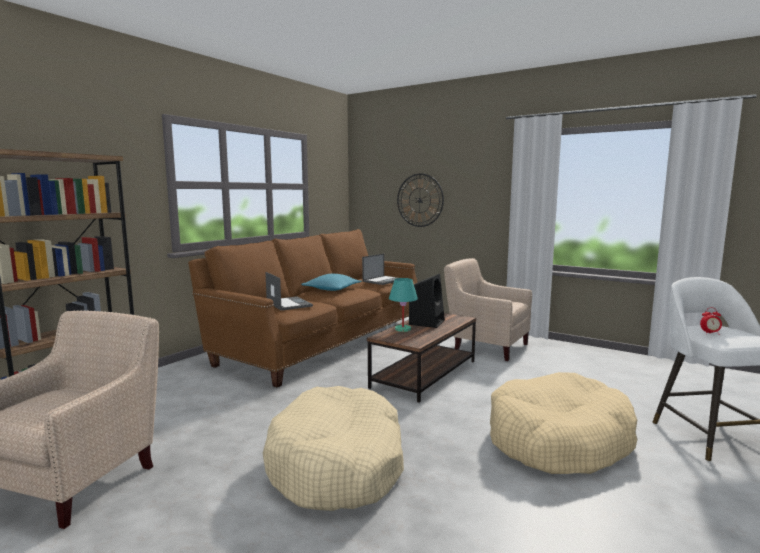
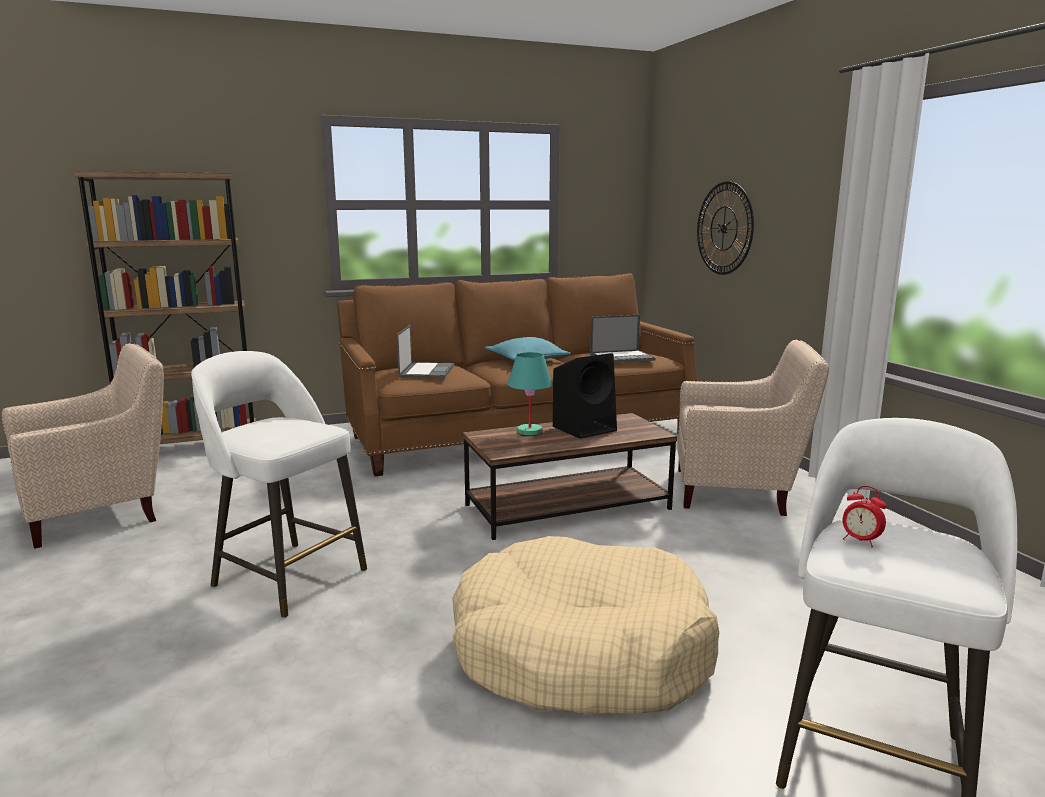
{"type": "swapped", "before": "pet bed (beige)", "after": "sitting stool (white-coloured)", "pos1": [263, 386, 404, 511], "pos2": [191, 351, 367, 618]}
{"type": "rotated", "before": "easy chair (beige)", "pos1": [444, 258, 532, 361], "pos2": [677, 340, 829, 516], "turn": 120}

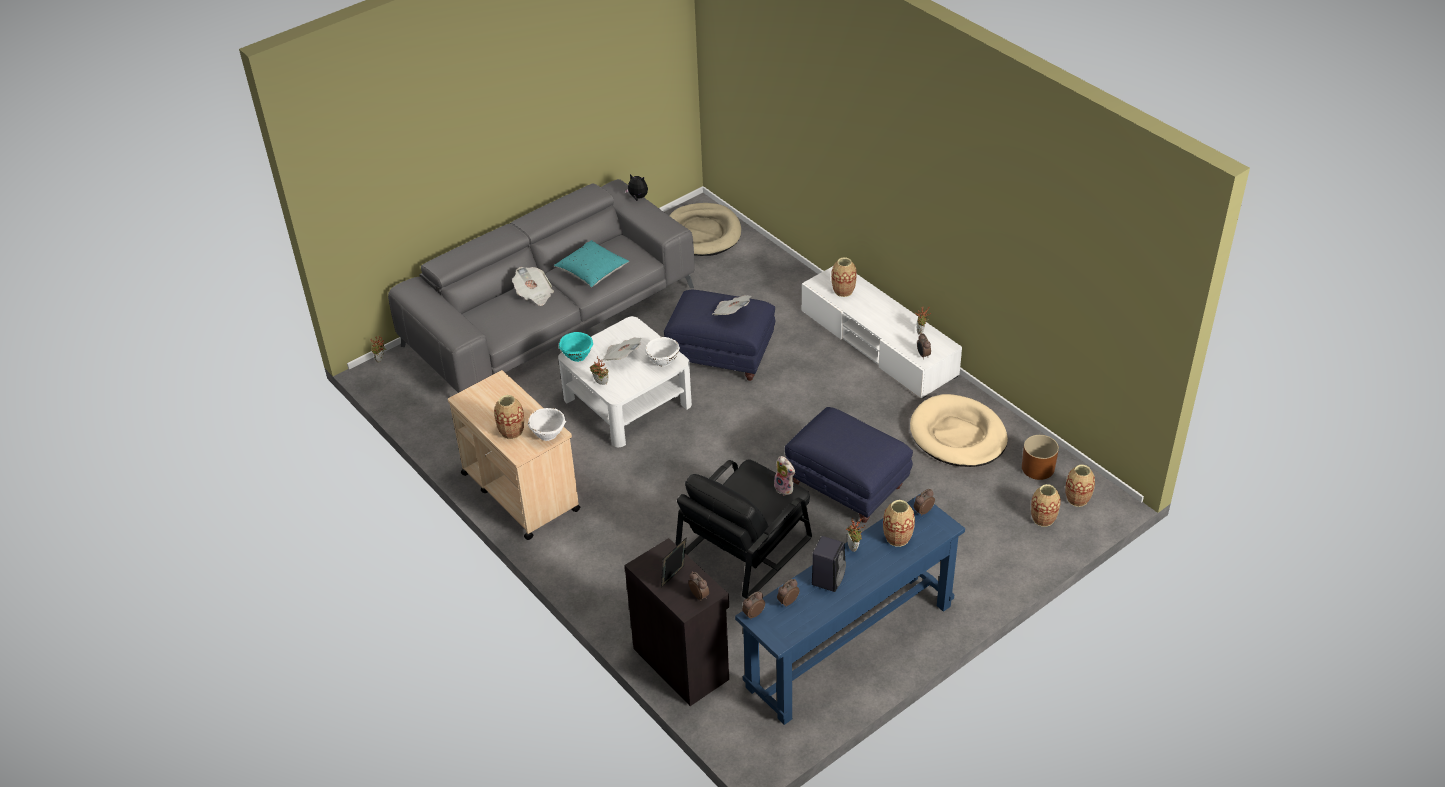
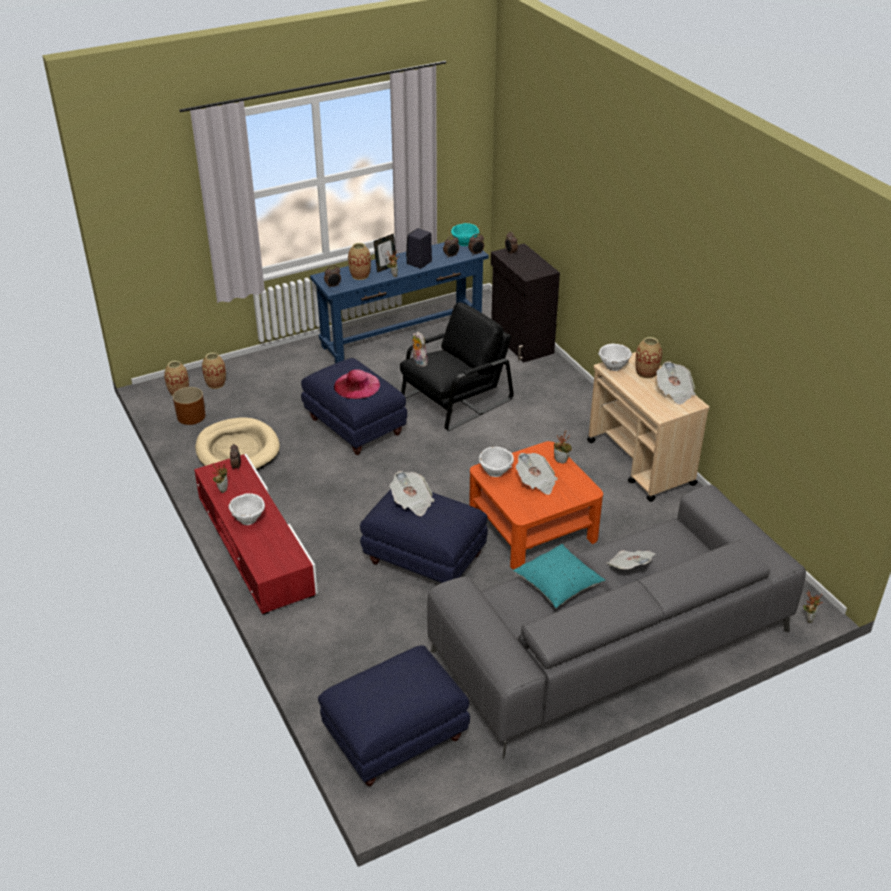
{"type": "repainted", "before": "low table (white-coloured)", "after": "low table (orangey)", "pos1": [558, 316, 692, 447], "pos2": [469, 441, 603, 570]}
{"type": "shifted", "before": "serving bowl (turquoise-coloured)", "pos1": [559, 332, 593, 362], "pos2": [451, 223, 479, 246]}
{"type": "gone", "before": "plush toy", "pos1": [624, 174, 648, 201]}
{"type": "shifted", "before": "photo frame", "pos1": [661, 538, 686, 588], "pos2": [373, 234, 397, 273]}
{"type": "swapped", "before": "pet bed (beige)", "after": "pouffe (blue)", "pos1": [669, 203, 741, 256], "pos2": [318, 645, 470, 786]}
{"type": "repainted", "before": "media console (white-coloured)", "after": "media console (red-coloured)", "pos1": [802, 266, 962, 399], "pos2": [194, 454, 318, 615]}
{"type": "gone", "before": "flower vase", "pos1": [831, 257, 857, 297]}
{"type": "new", "after": "serving bowl (white-coloured)", "pos2": [228, 493, 265, 525]}
{"type": "new", "after": "hat (pinkish)", "pos2": [334, 369, 380, 399]}
{"type": "new", "after": "daily paper", "pos2": [656, 361, 696, 405]}

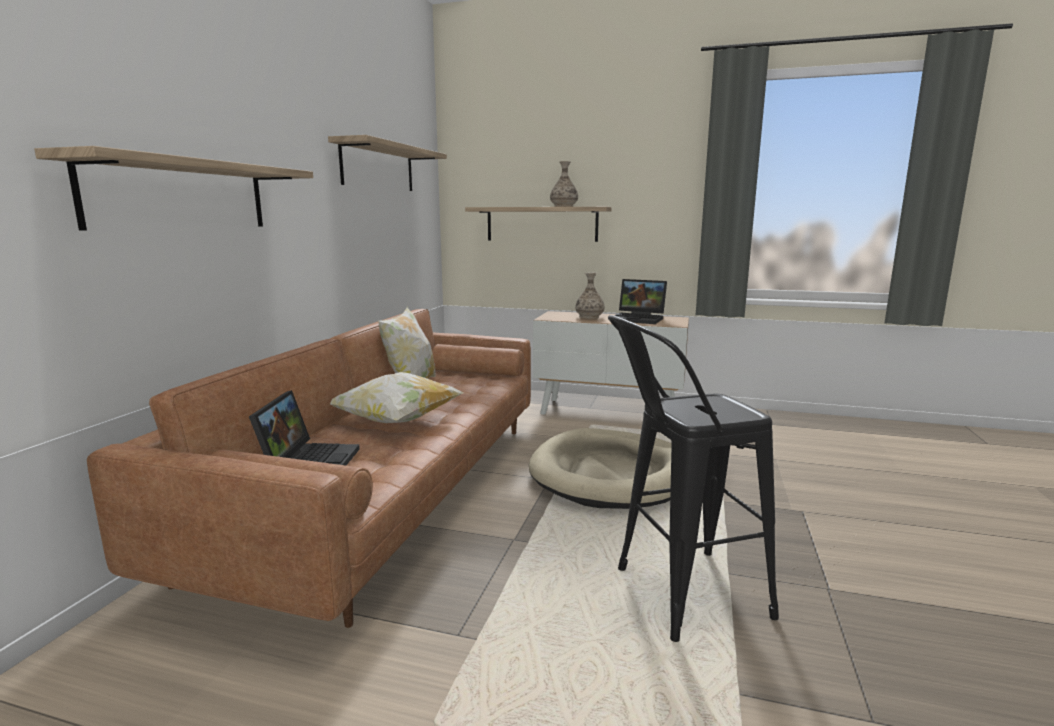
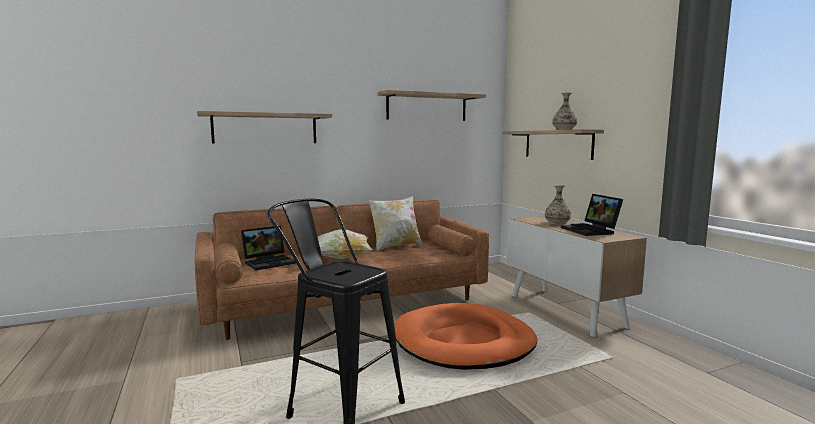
{"type": "repainted", "before": "pet bed (beige)", "after": "pet bed (orangey)", "pos1": [529, 428, 672, 509], "pos2": [394, 303, 537, 370]}

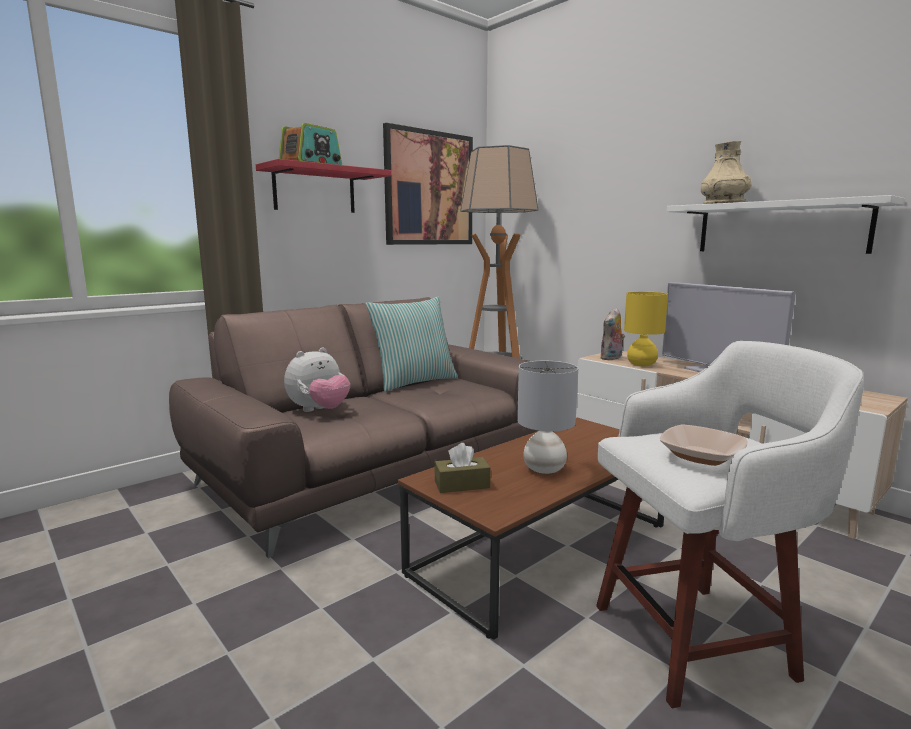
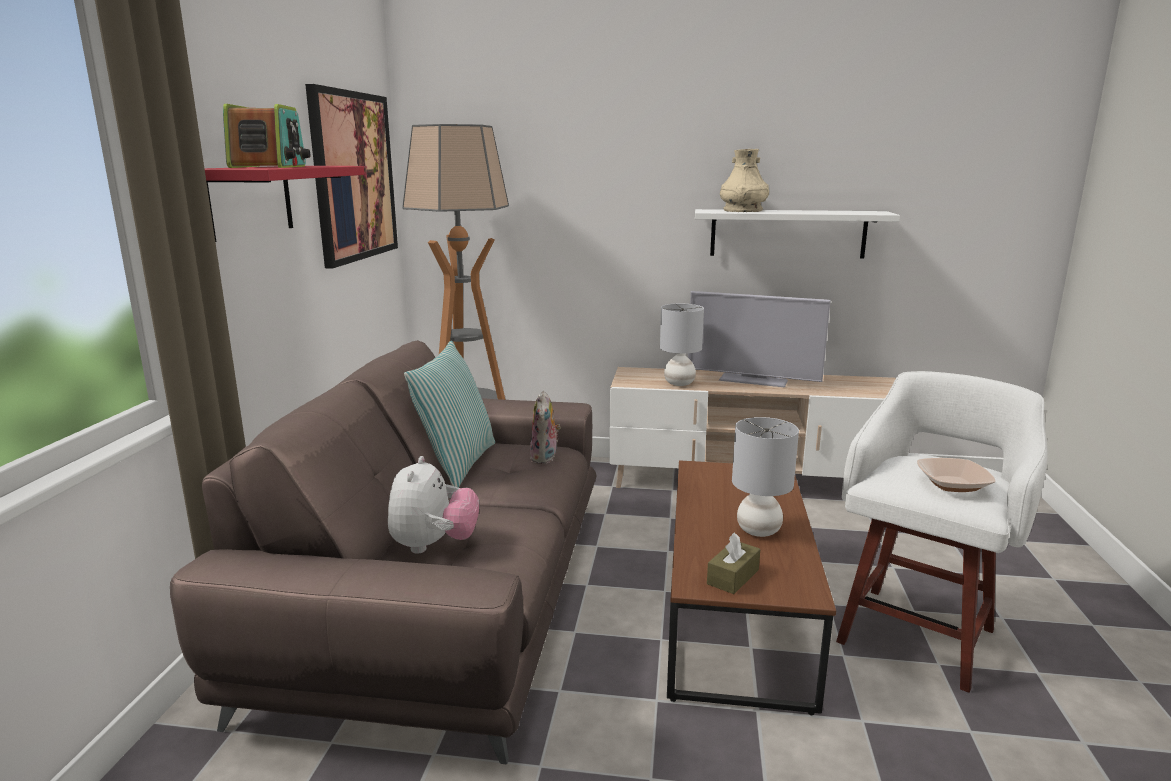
{"type": "shifted", "before": "plush toy", "pos1": [601, 308, 625, 360], "pos2": [530, 391, 561, 464]}
{"type": "repainted", "before": "table lamp (yellowish)", "after": "table lamp (grey)", "pos1": [624, 292, 668, 366], "pos2": [660, 304, 704, 386]}

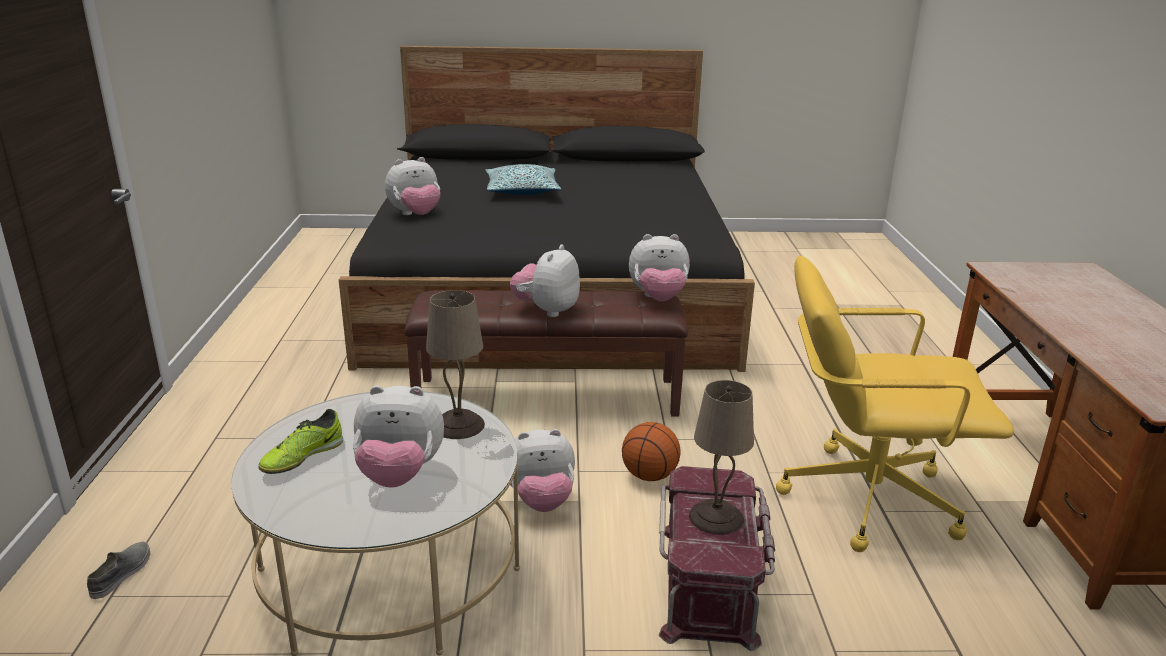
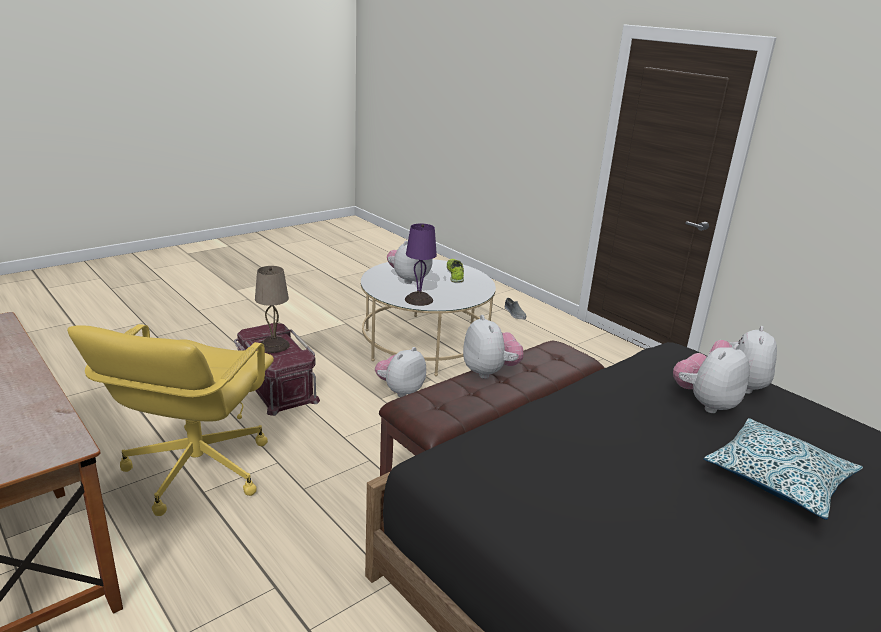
{"type": "repainted", "before": "table lamp (beige)", "after": "table lamp (purple)", "pos1": [426, 290, 485, 439], "pos2": [405, 223, 437, 306]}
{"type": "gone", "before": "basketball ball", "pos1": [622, 422, 681, 481]}
{"type": "shifted", "before": "plush toy", "pos1": [629, 234, 690, 301], "pos2": [673, 344, 750, 413]}
{"type": "rotated", "before": "office chair (yellowish)", "pos1": [776, 256, 1014, 552], "pos2": [67, 324, 274, 516], "turn": 135}

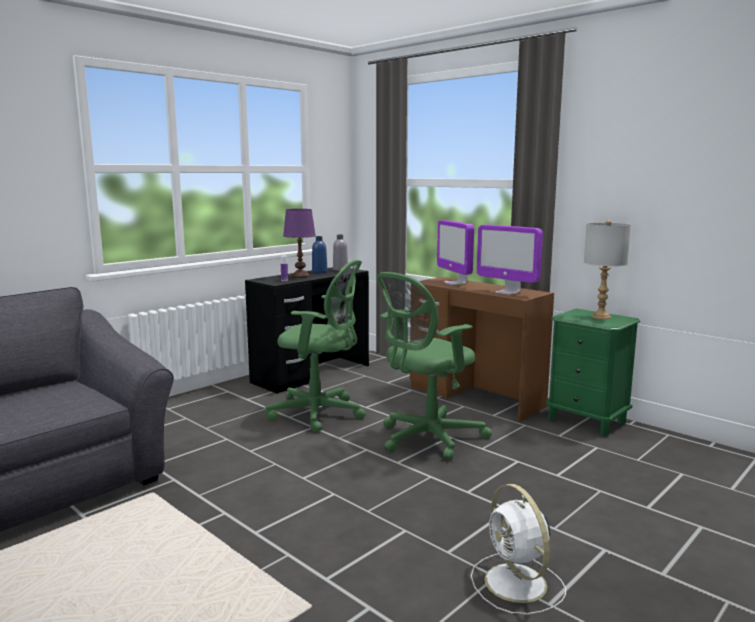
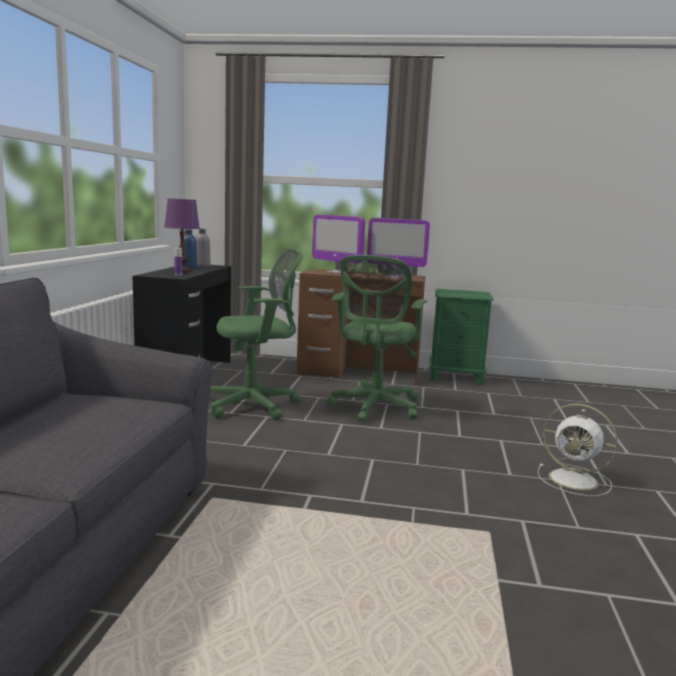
{"type": "gone", "before": "table lamp (grey)", "pos1": [584, 220, 631, 319]}

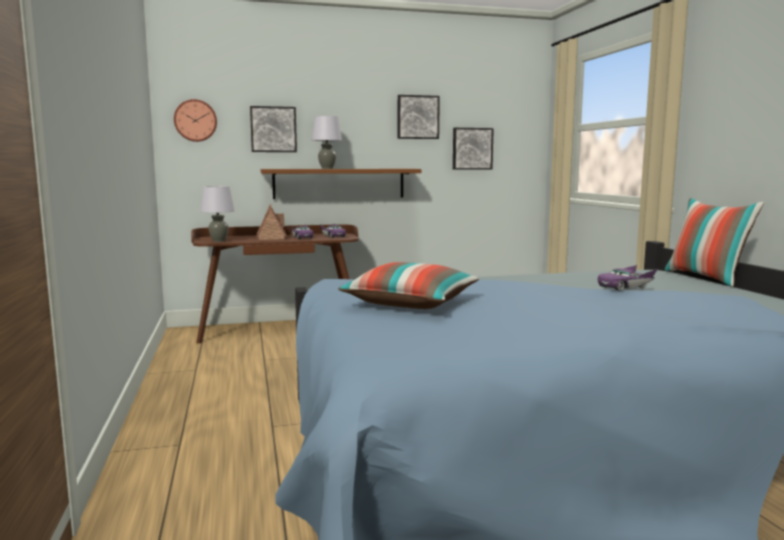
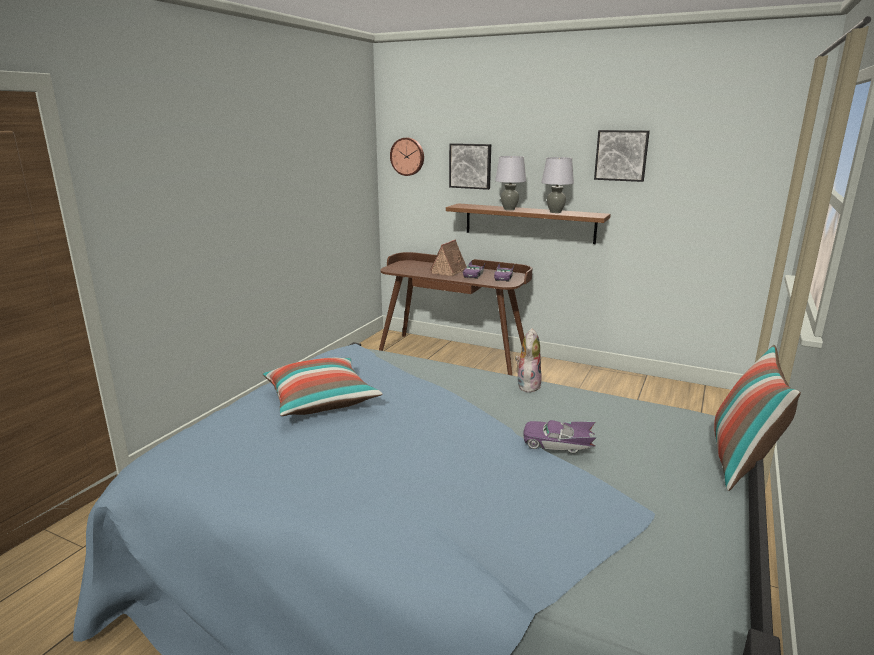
{"type": "shifted", "before": "table lamp (grey)", "pos1": [200, 186, 235, 242], "pos2": [541, 157, 574, 213]}
{"type": "gone", "before": "wall art", "pos1": [453, 128, 494, 170]}
{"type": "new", "after": "plush toy", "pos2": [515, 328, 542, 393]}

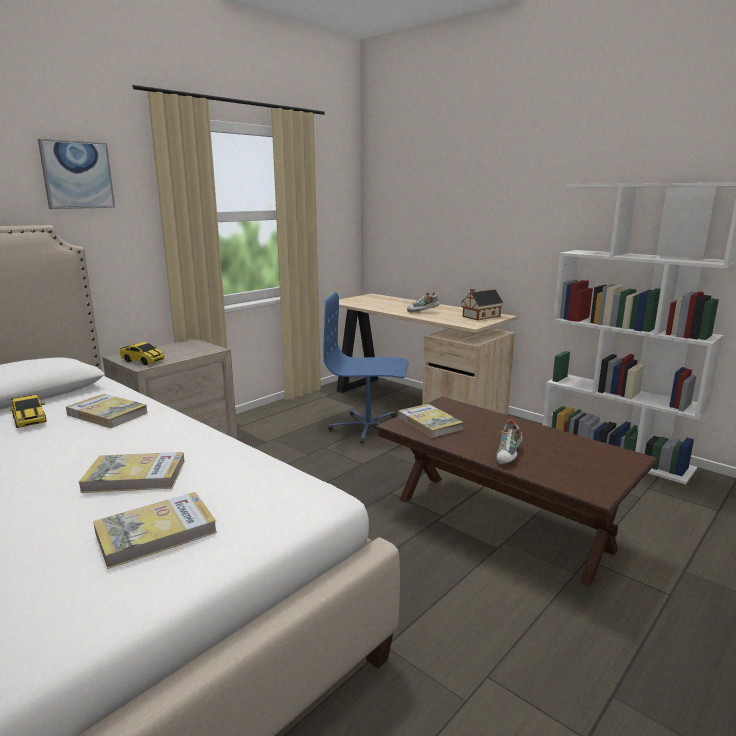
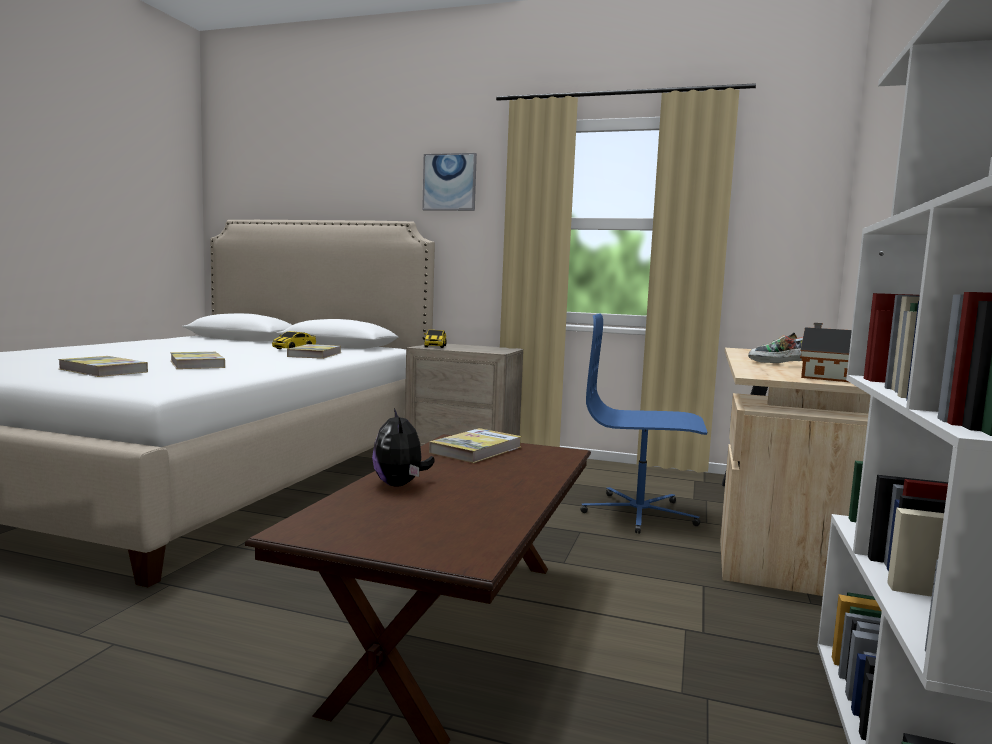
{"type": "rotated", "before": "office chair (blue)", "pos1": [323, 292, 408, 444], "pos2": [581, 313, 707, 534], "turn": -60}
{"type": "swapped", "before": "low shoe", "after": "plush toy", "pos1": [496, 419, 523, 465], "pos2": [372, 408, 435, 487]}

